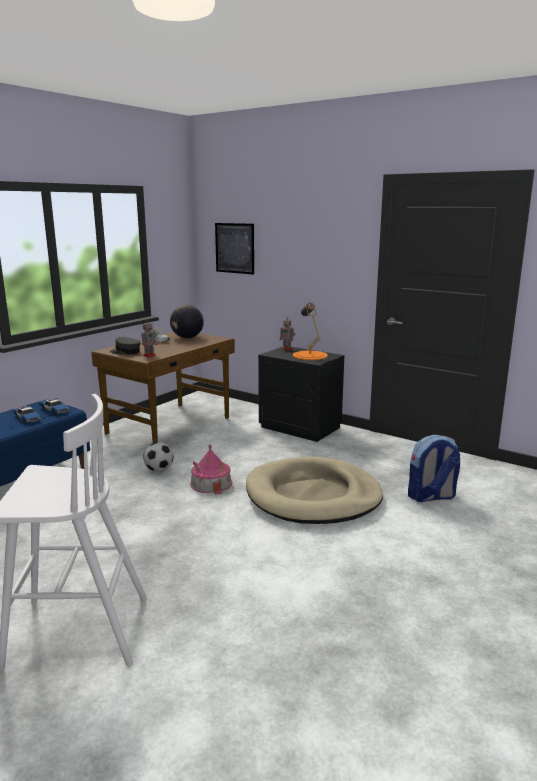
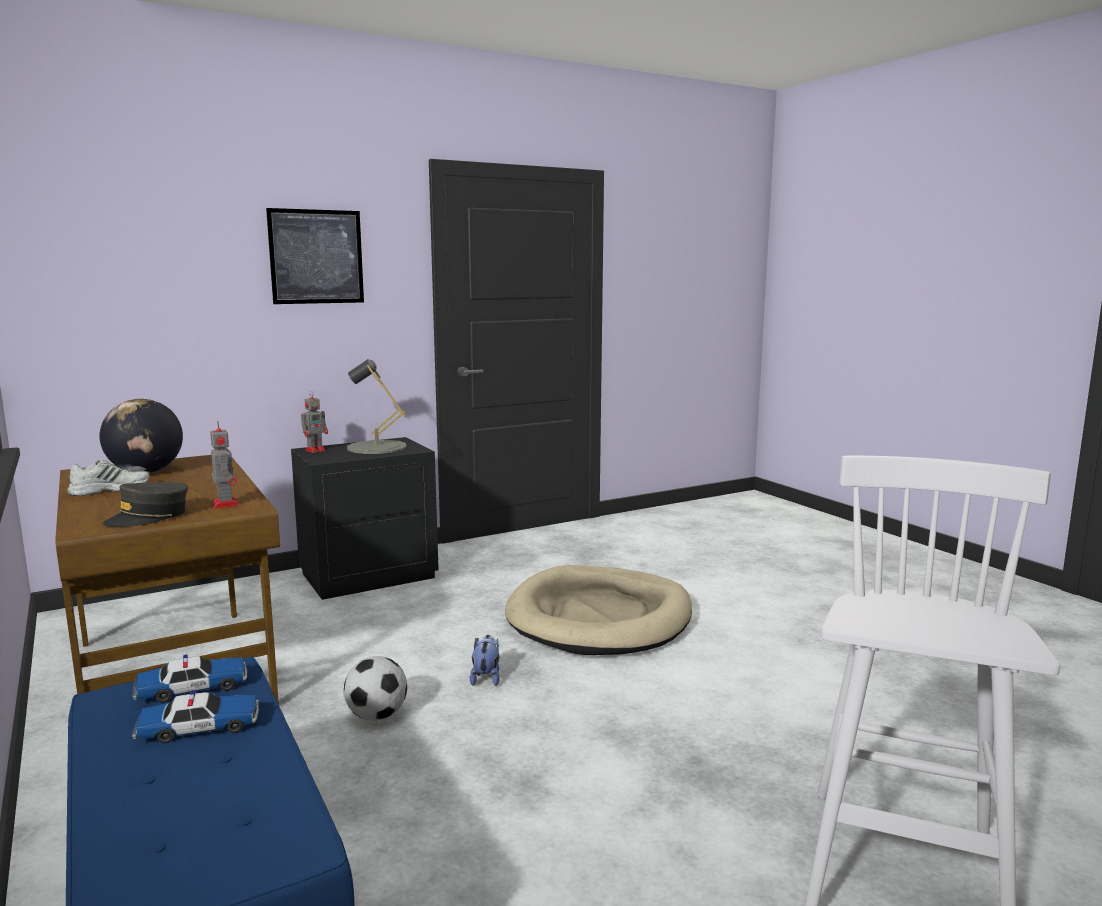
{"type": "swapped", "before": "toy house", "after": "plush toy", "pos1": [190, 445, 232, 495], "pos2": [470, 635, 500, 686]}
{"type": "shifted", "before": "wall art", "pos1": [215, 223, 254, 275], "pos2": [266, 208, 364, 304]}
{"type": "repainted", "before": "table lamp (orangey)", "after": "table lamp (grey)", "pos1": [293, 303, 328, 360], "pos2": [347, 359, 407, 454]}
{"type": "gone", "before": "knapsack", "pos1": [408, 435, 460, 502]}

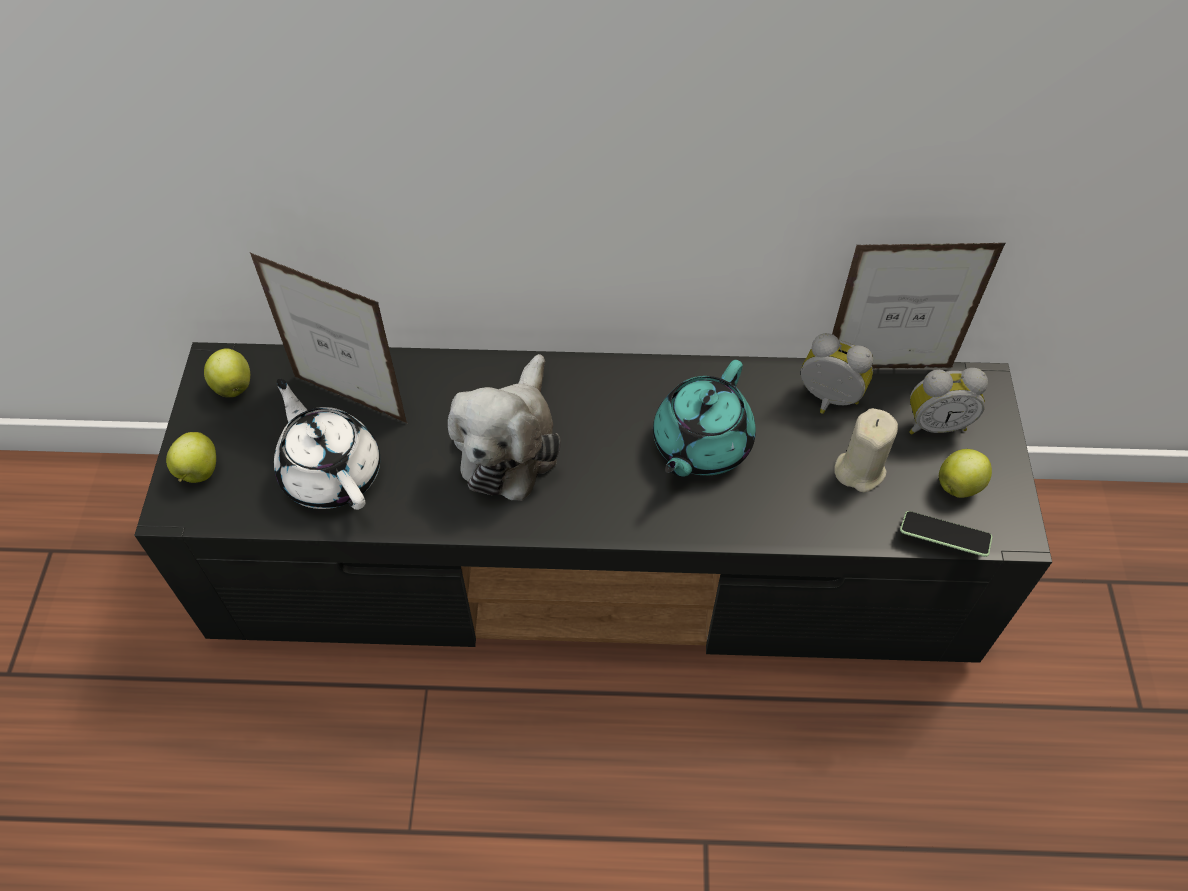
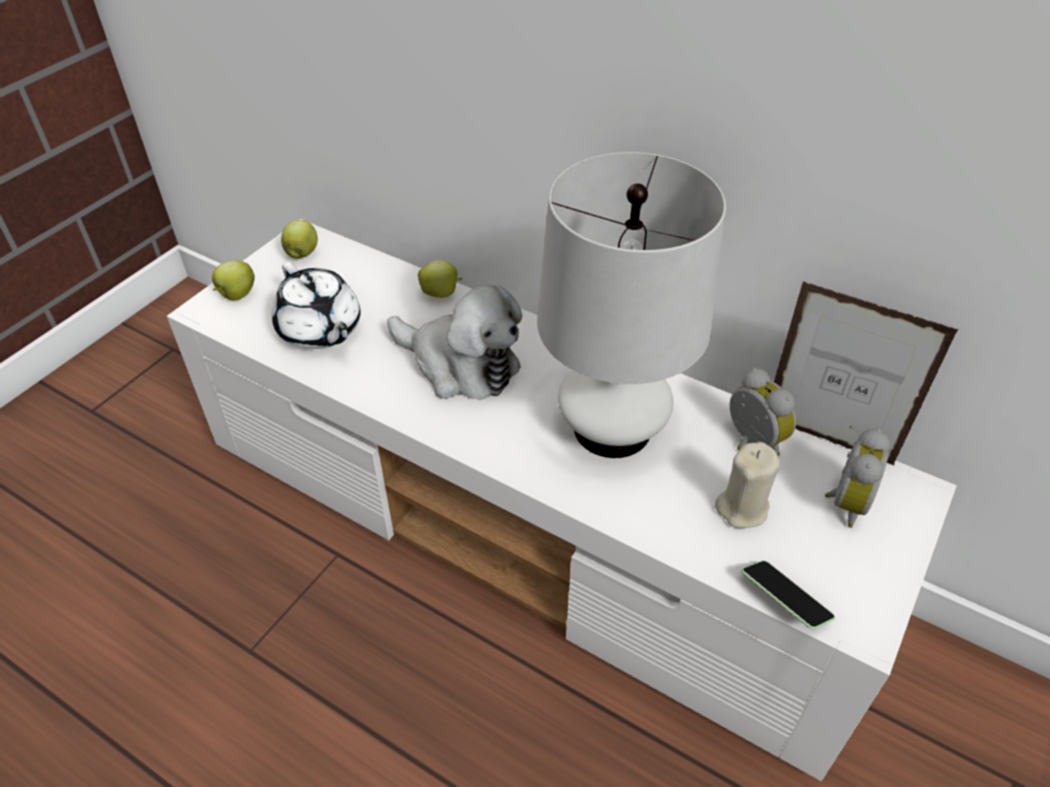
{"type": "repainted", "before": "media console (blackish)", "after": "media console (white-coloured)", "pos1": [134, 342, 1052, 663], "pos2": [167, 219, 957, 781]}
{"type": "gone", "before": "photo frame", "pos1": [250, 253, 407, 423]}
{"type": "rotated", "before": "tea pot (white-coloured)", "pos1": [274, 378, 380, 510], "pos2": [272, 262, 361, 349], "turn": 150}
{"type": "rotated", "before": "plush toy", "pos1": [448, 354, 561, 501], "pos2": [387, 285, 522, 400], "turn": -105}
{"type": "swapped", "before": "tea pot (turquoise-coloured)", "after": "table lamp (white-coloured)", "pos1": [653, 360, 756, 477], "pos2": [537, 152, 726, 458]}
{"type": "rotated", "before": "bedside clock", "pos1": [909, 368, 988, 434], "pos2": [825, 428, 890, 528], "turn": -90}
{"type": "shifted", "before": "apple", "pos1": [939, 449, 992, 498], "pos2": [418, 260, 462, 298]}

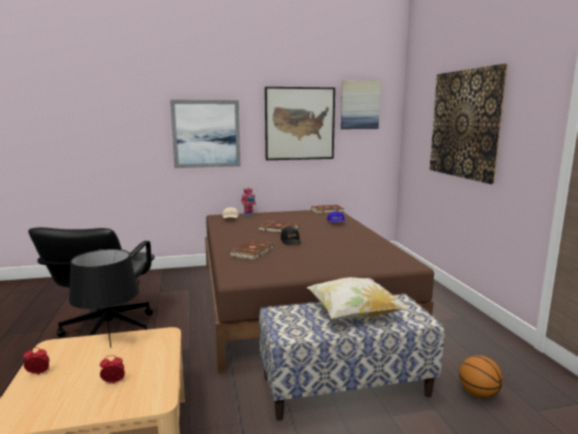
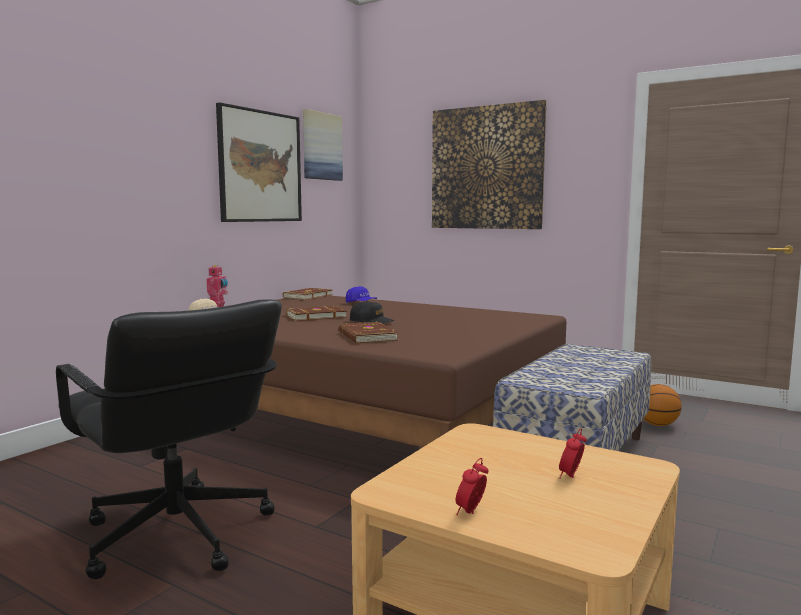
{"type": "gone", "before": "table lamp (blackish)", "pos1": [69, 249, 139, 348]}
{"type": "gone", "before": "wall art", "pos1": [170, 100, 240, 168]}
{"type": "gone", "before": "cushion", "pos1": [306, 277, 409, 320]}

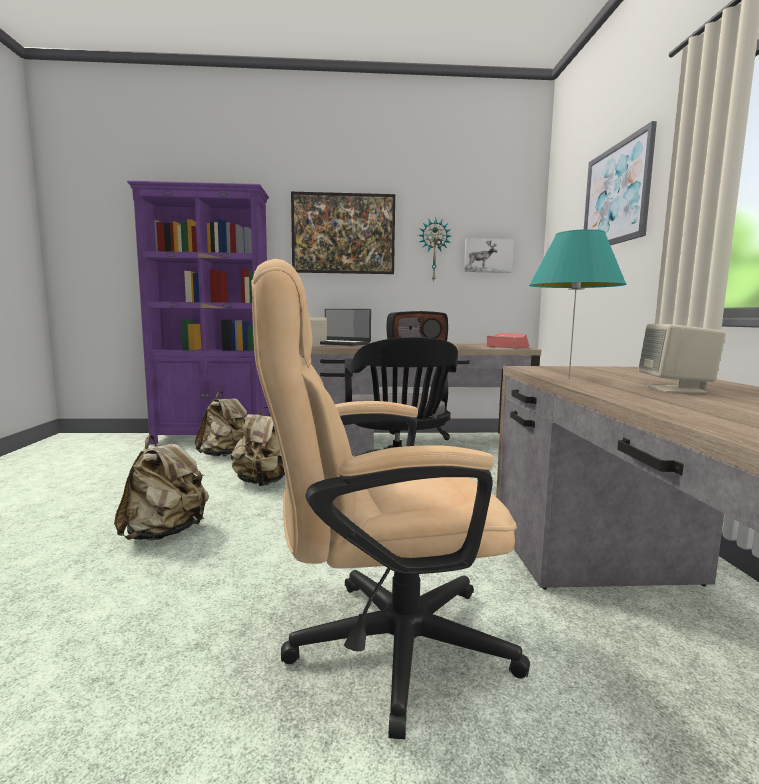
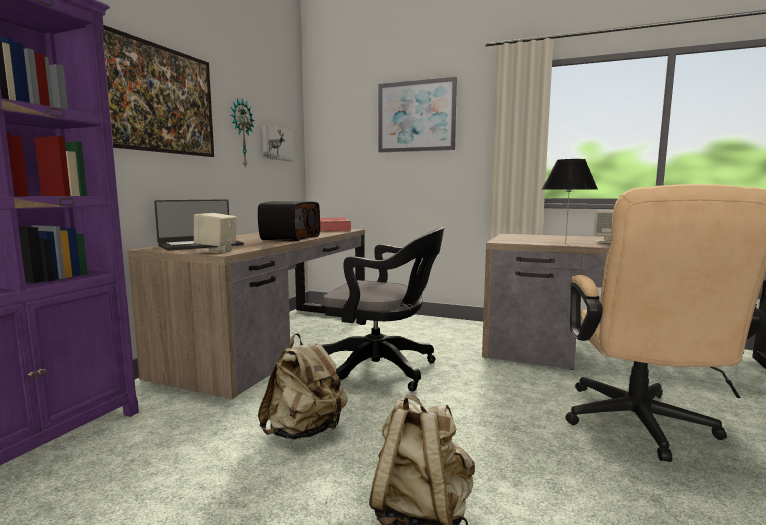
{"type": "gone", "before": "knapsack (beige)", "pos1": [195, 391, 247, 456]}
{"type": "repainted", "before": "table lamp (turquoise-coloured)", "after": "table lamp (blackish)", "pos1": [529, 229, 627, 379], "pos2": [541, 159, 598, 244]}

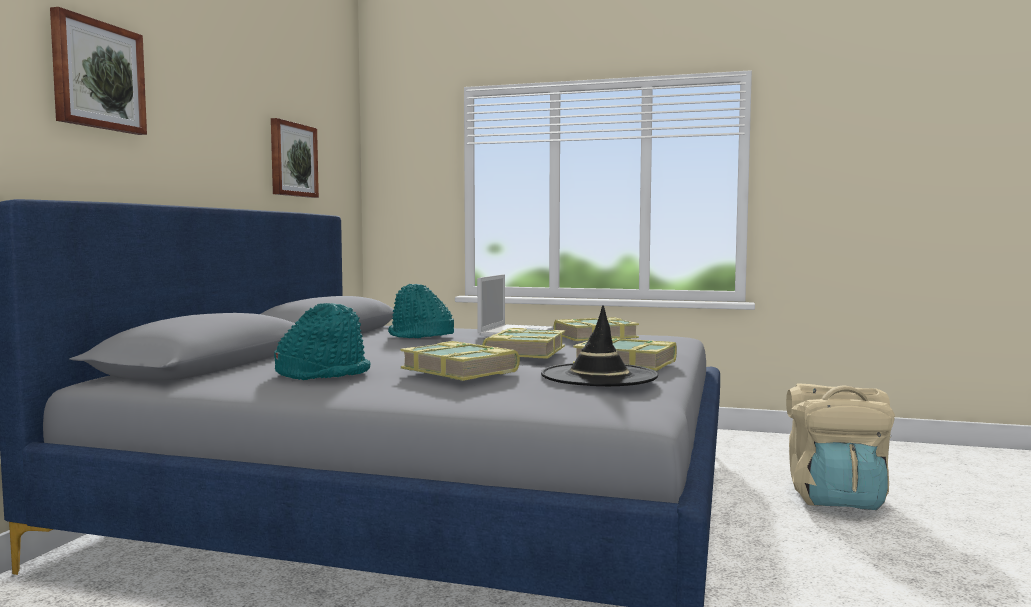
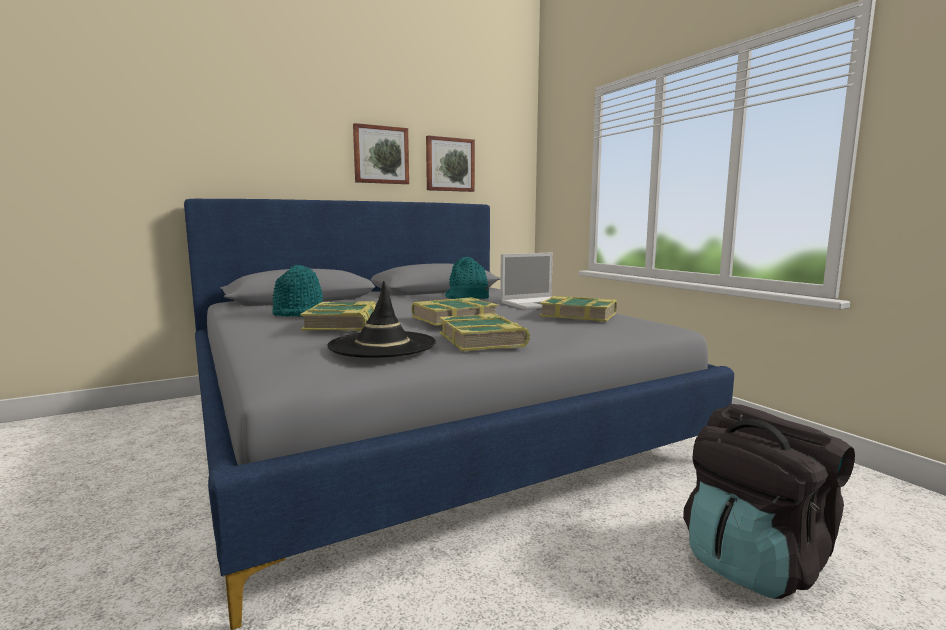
{"type": "shifted", "before": "wall art", "pos1": [50, 7, 147, 135], "pos2": [353, 123, 409, 184]}
{"type": "repainted", "before": "knapsack (beige)", "after": "knapsack (blackish)", "pos1": [786, 383, 895, 510], "pos2": [683, 404, 855, 599]}

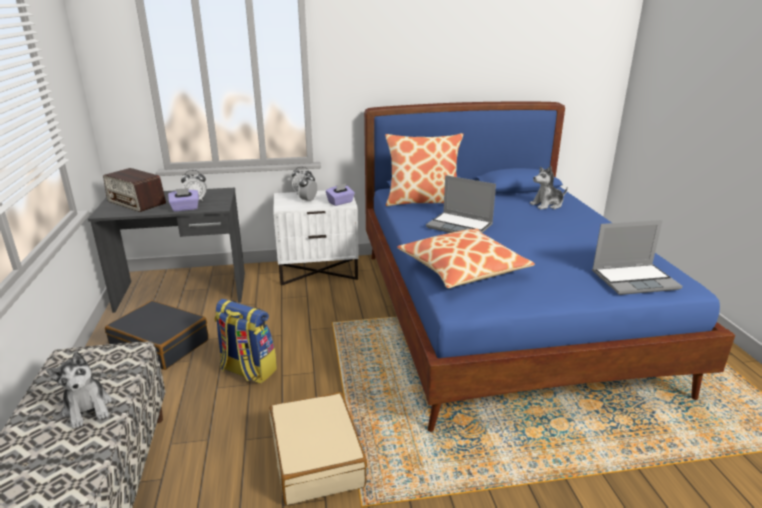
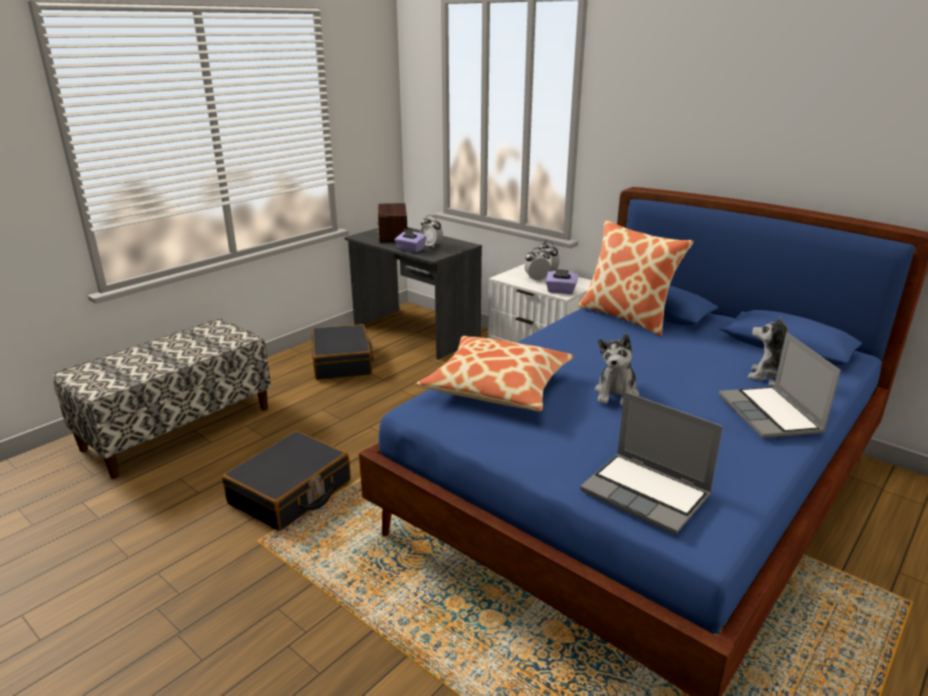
{"type": "shifted", "before": "plush toy", "pos1": [46, 352, 112, 429], "pos2": [595, 334, 639, 406]}
{"type": "gone", "before": "knapsack", "pos1": [214, 299, 277, 384]}
{"type": "repainted", "before": "travel case (beige)", "after": "travel case (blackish)", "pos1": [269, 392, 367, 505], "pos2": [222, 431, 351, 531]}
{"type": "shifted", "before": "notebook computer", "pos1": [426, 175, 496, 233], "pos2": [719, 332, 841, 438]}

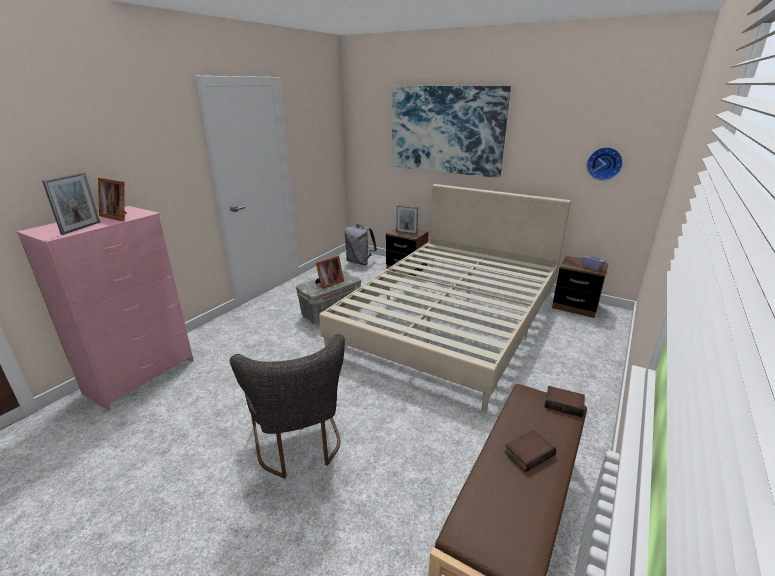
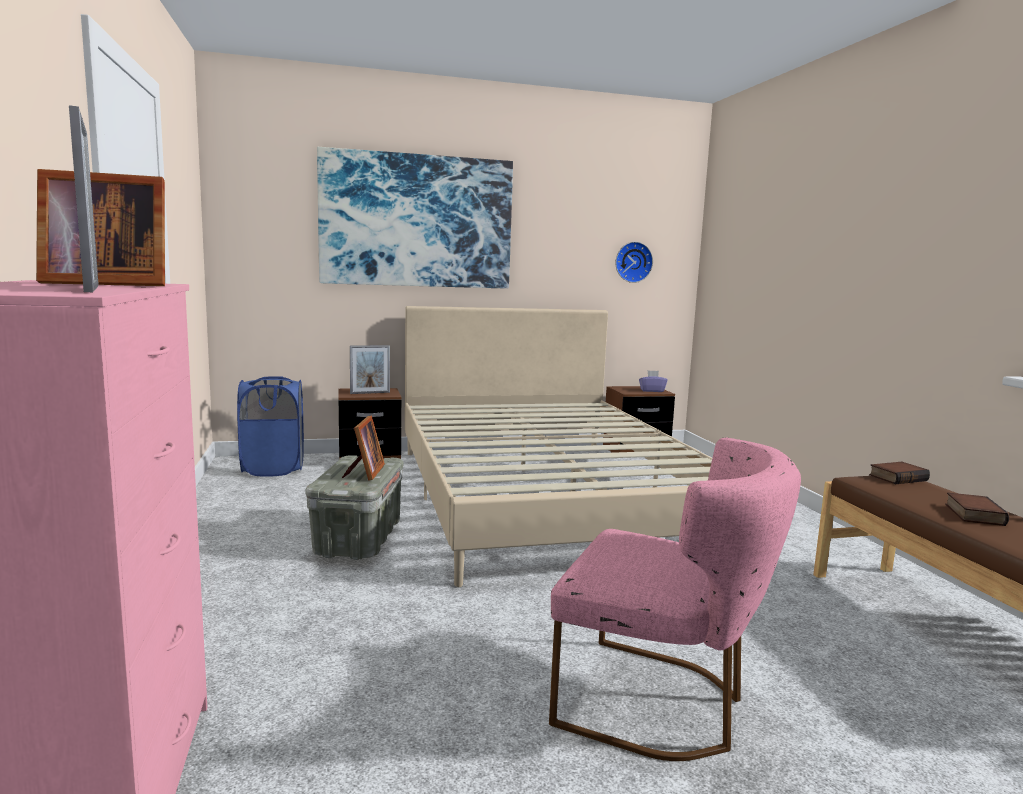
{"type": "repainted", "before": "chair (grey)", "after": "chair (pinkish)", "pos1": [230, 334, 345, 479], "pos2": [549, 438, 801, 761]}
{"type": "swapped", "before": "knapsack (grey)", "after": "hamper (blue)", "pos1": [344, 225, 377, 265], "pos2": [237, 376, 304, 477]}

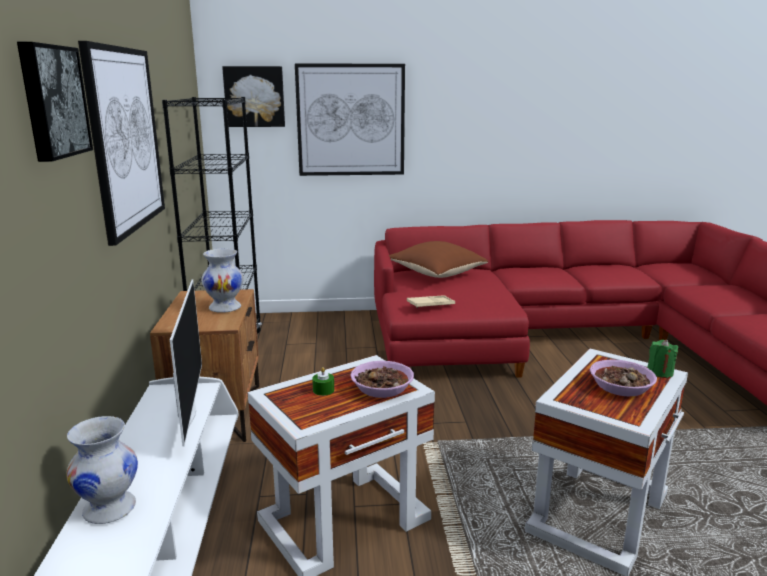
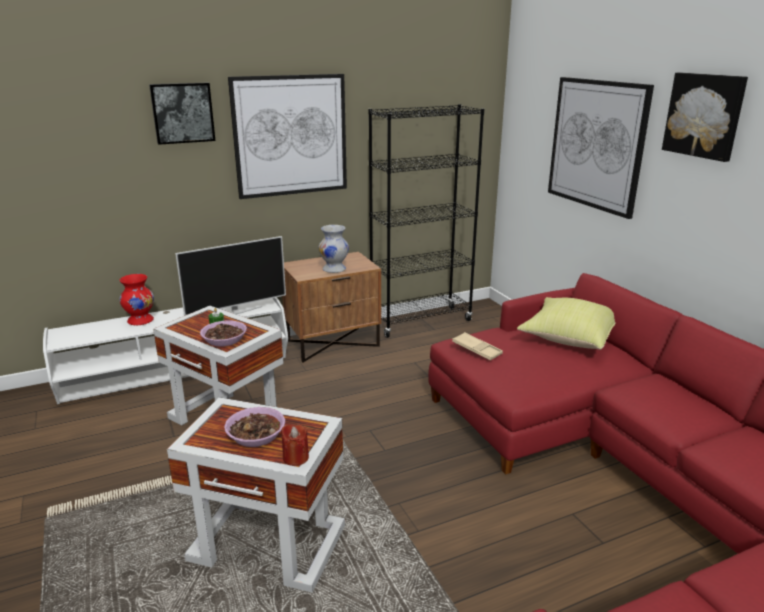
{"type": "repainted", "before": "flower vase (white-coloured)", "after": "flower vase (red-coloured)", "pos1": [66, 416, 138, 524], "pos2": [120, 274, 154, 325]}
{"type": "shifted", "before": "wall art", "pos1": [222, 66, 285, 127], "pos2": [662, 73, 748, 162]}
{"type": "repainted", "before": "cushion (brown)", "after": "cushion (yellowish)", "pos1": [389, 241, 488, 278], "pos2": [517, 297, 616, 350]}
{"type": "repainted", "before": "candle (green-coloured)", "after": "candle (red-coloured)", "pos1": [647, 340, 678, 378], "pos2": [281, 424, 309, 466]}

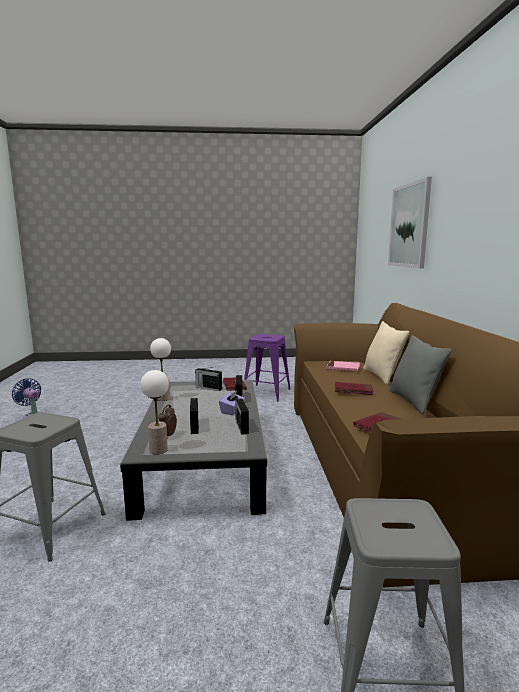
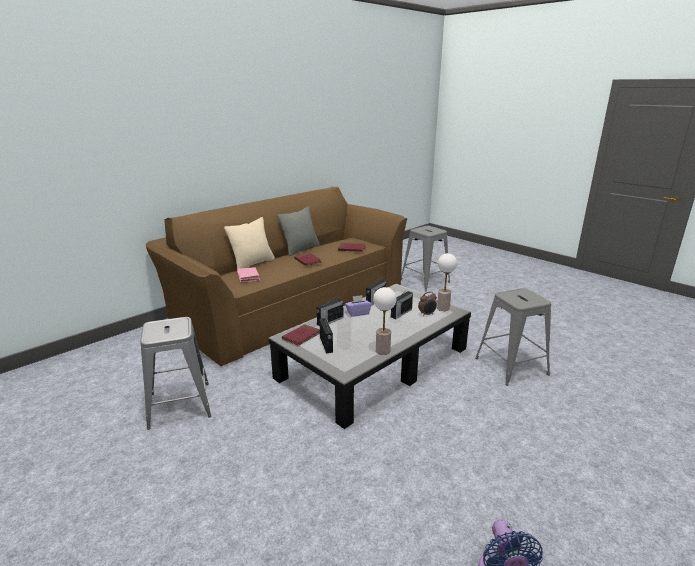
{"type": "repainted", "before": "sitting stool (purple)", "after": "sitting stool (grey)", "pos1": [244, 334, 290, 401], "pos2": [140, 317, 212, 430]}
{"type": "gone", "before": "wall art", "pos1": [388, 177, 432, 269]}

